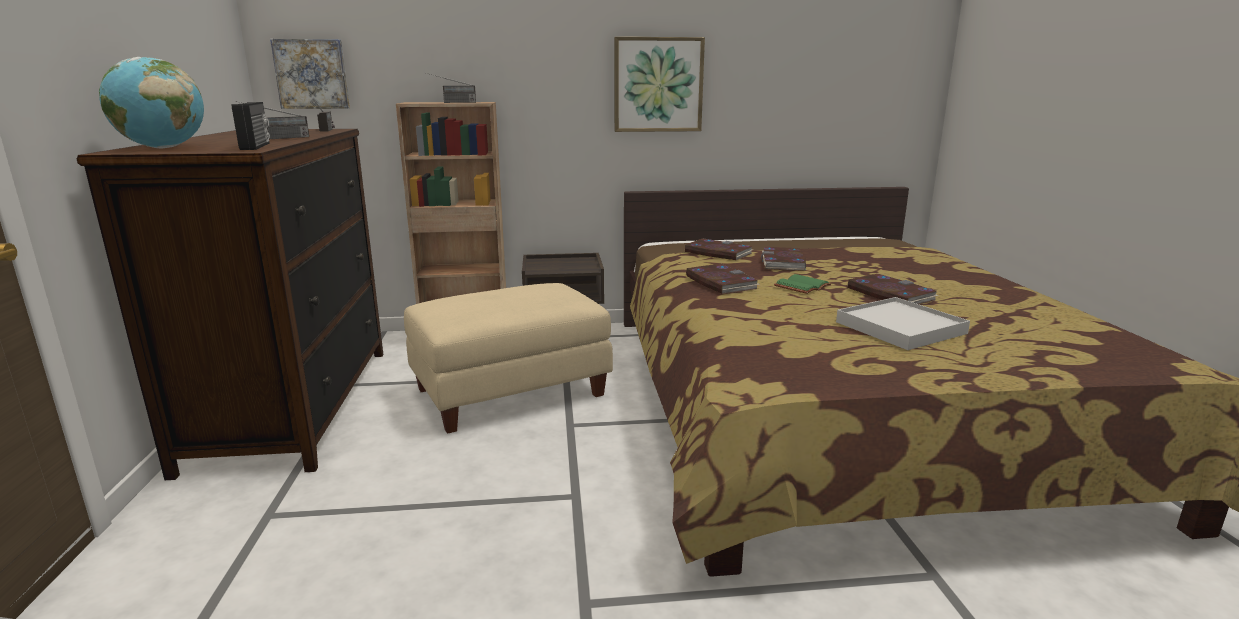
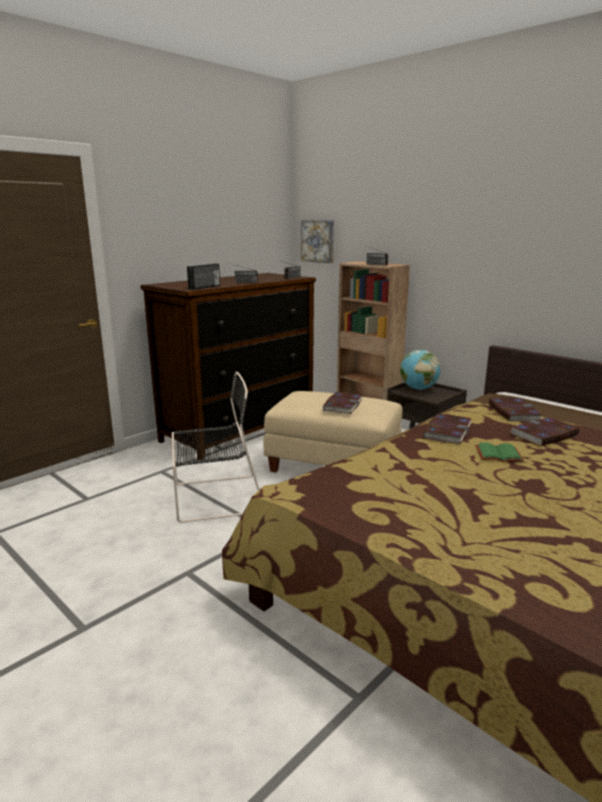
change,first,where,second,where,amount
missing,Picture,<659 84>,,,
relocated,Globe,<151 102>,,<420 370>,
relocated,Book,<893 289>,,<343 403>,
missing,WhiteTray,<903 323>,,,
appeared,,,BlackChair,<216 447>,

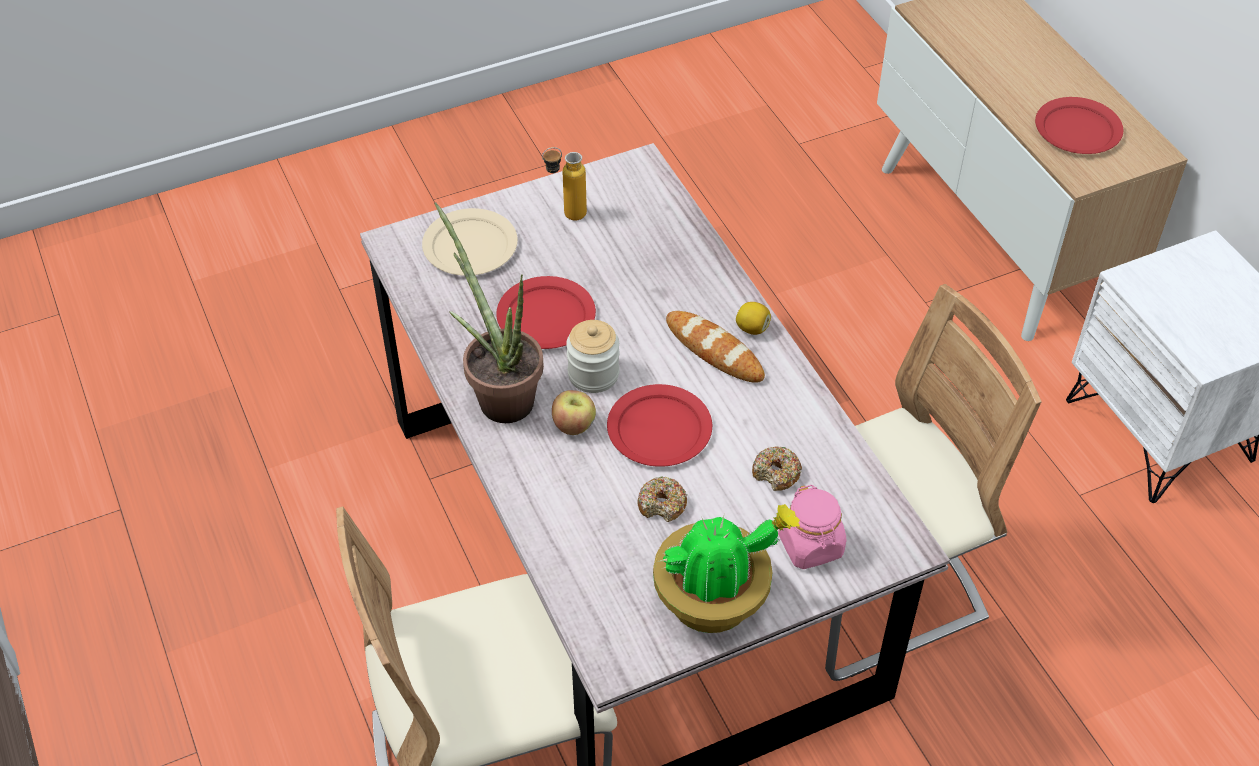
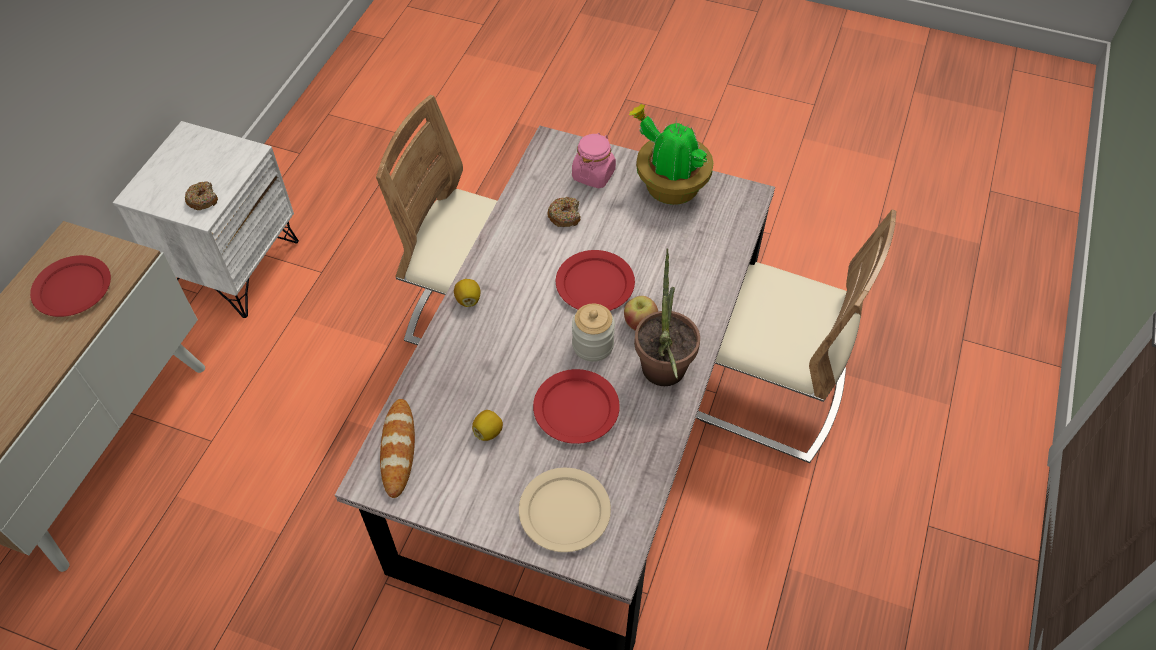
change,first,where,second,where,amount
missing,Bottle,<564 184>,,,
relocated,Bread,<715 347>,,<397 448>,
relocated,Donut,<662 499>,,<201 195>,
appeared,,,Lemon,<487 425>,

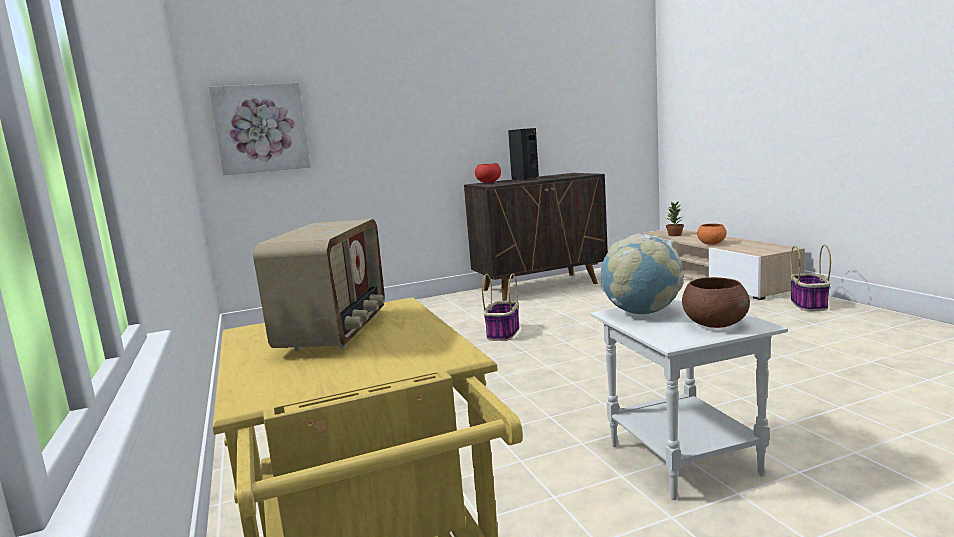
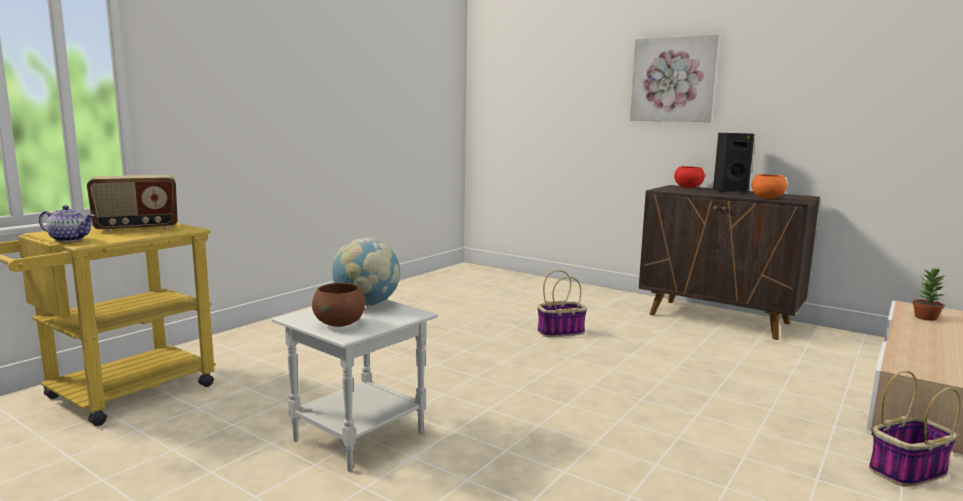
change,first,where,second,where,amount
relocated,Picture,<260 129>,,<674 78>,
relocated,OrangeBowl,<712 234>,,<769 186>,
appeared,,,Teapot,<67 223>,

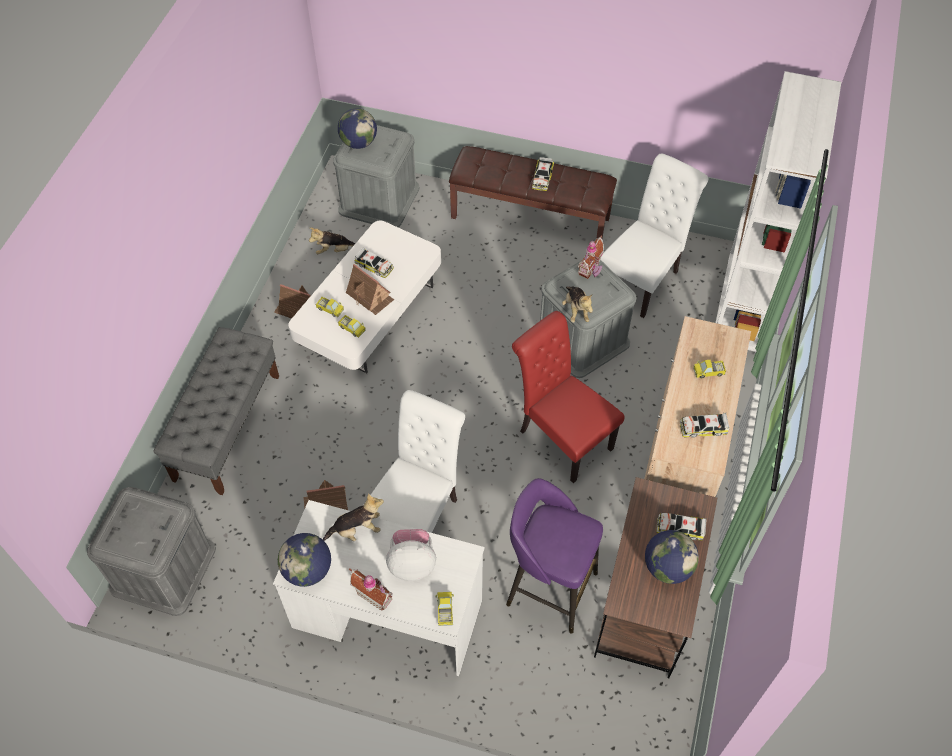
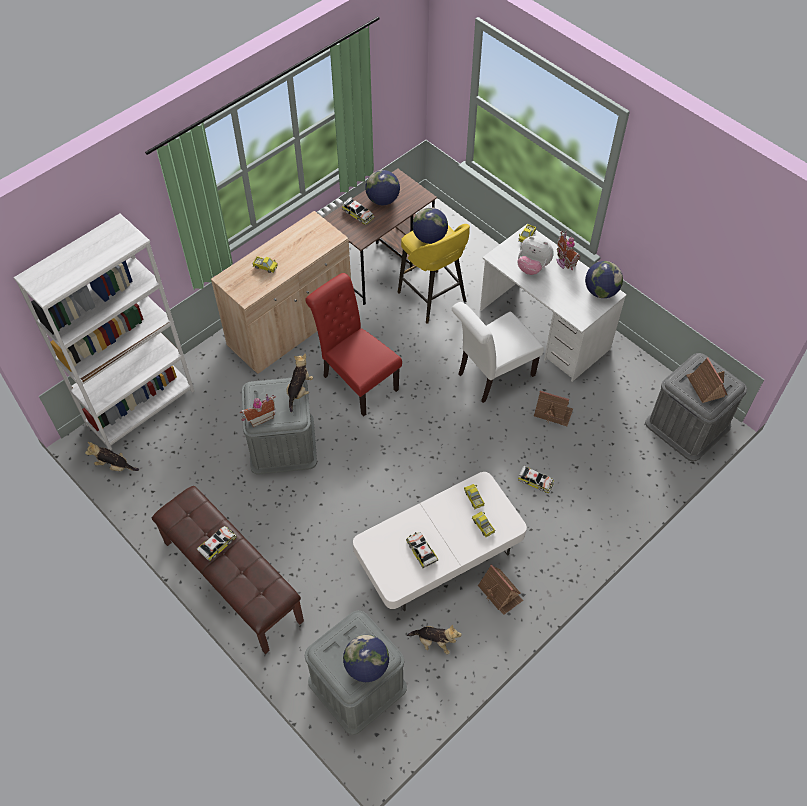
change,first,where,second,where,amount
missing,WhiteChair,<654 235>,,,
relocated,ToyHouse,<370 289>,,<706 380>,
spun,RedChair,<568 397>,,<353 345>,150 degrees clockwise
missing,GreyBench,<216 411>,,,
relocated,ToyCar,<705 425>,,<536 479>,
colour,PurpleStool,<554 556>,YellowStool,<434 274>,
relocated,PlushToy,<353 517>,,<112 456>,
appeared,,,Globe,<430 225>,

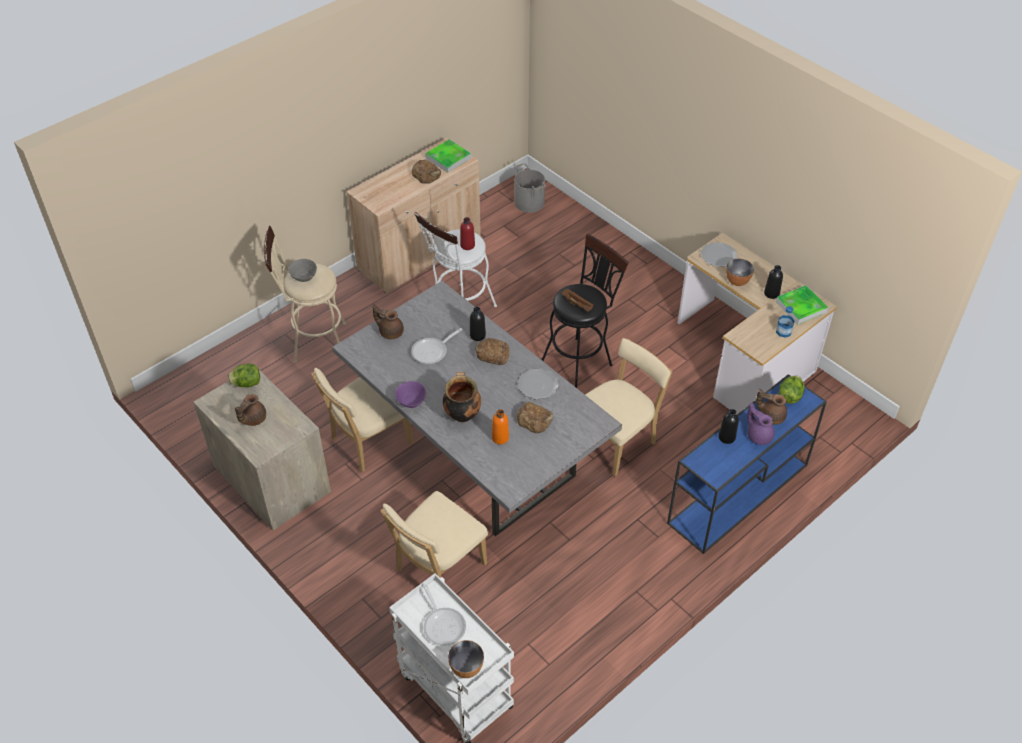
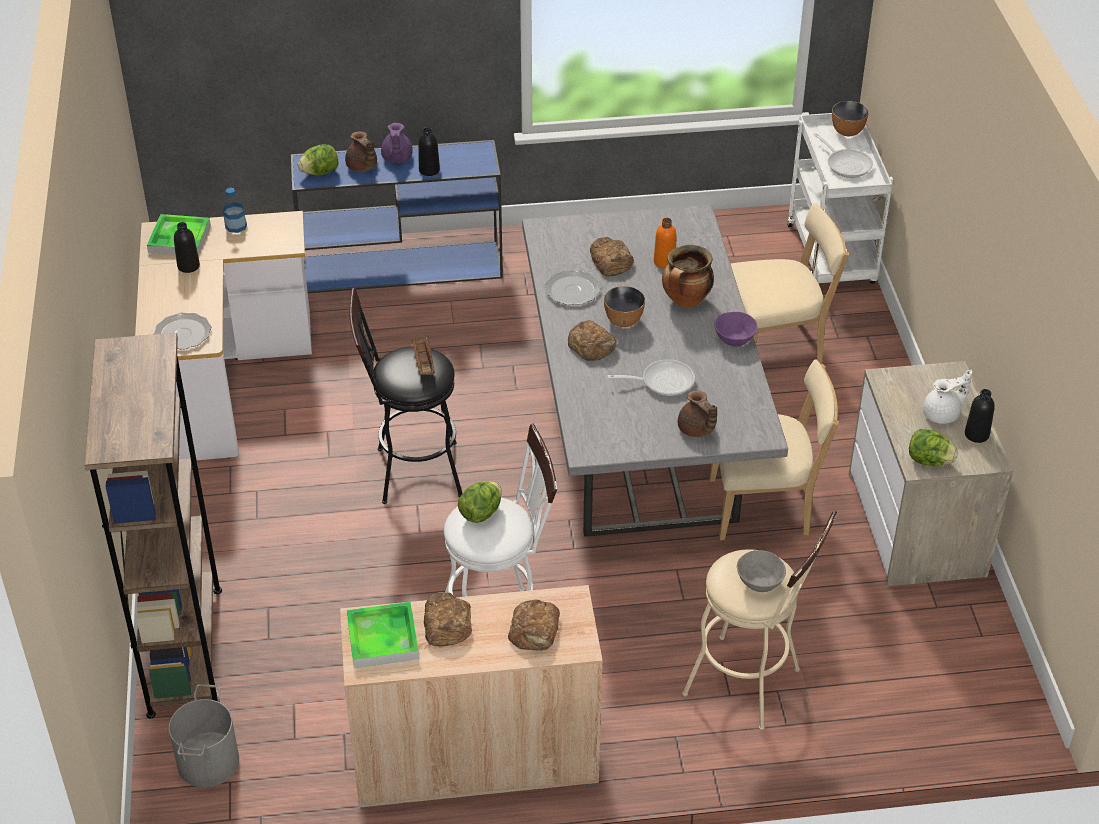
change,first,where,second,where,amount
exchanged,RedBottle,<467 233>,Lettuce,<480 502>,
relocated,Bowl,<740 272>,,<624 306>,
relocated,BlackBottle,<478 324>,,<980 416>,
missing,BeigeChair,<628 407>,,,
colour,BrownTeapot,<250 410>,WhiteTeapot,<947 397>,
spun,FryingPan,<444 615>,,<843 155>,135 degrees clockwise
appeared,,,BrownBookcase,<153 526>,
appeared,,,Bread,<534 625>,

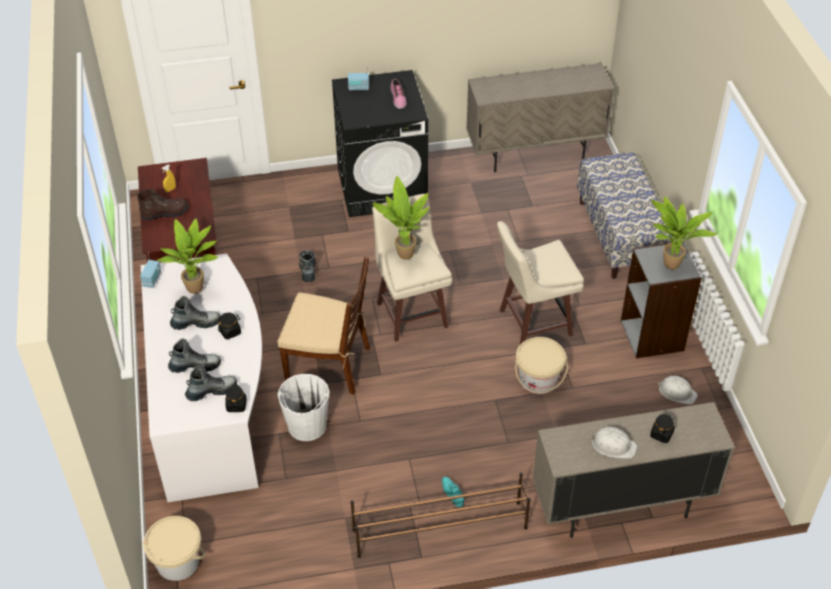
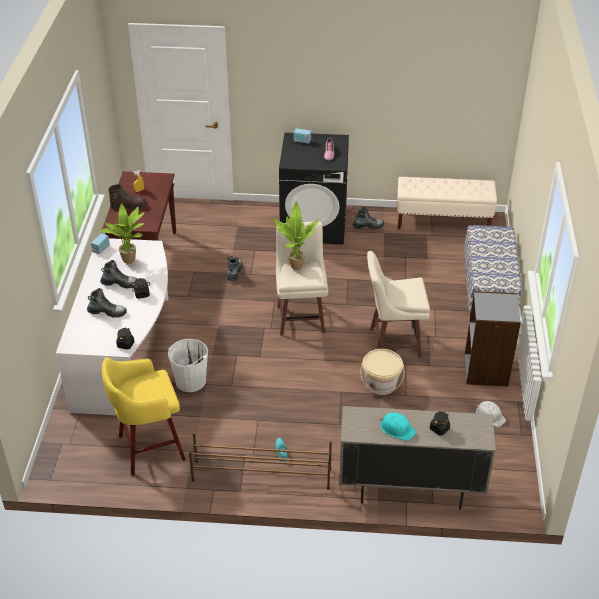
change,first,where,second,where,amount
exchanged,BeigeCabinet,<540 118>,BeigeBench,<447 203>,
missing,PottedPlant,<684 233>,,,
missing,BrownChair,<323 325>,,,
relocated,Boot,<211 383>,,<368 218>,
colour,WhiteHardHat,<613 443>,TurquoiseHardHat,<398 427>,
missing,BeigeBucket,<174 548>,,,
appeared,,,YellowStool,<144 416>,

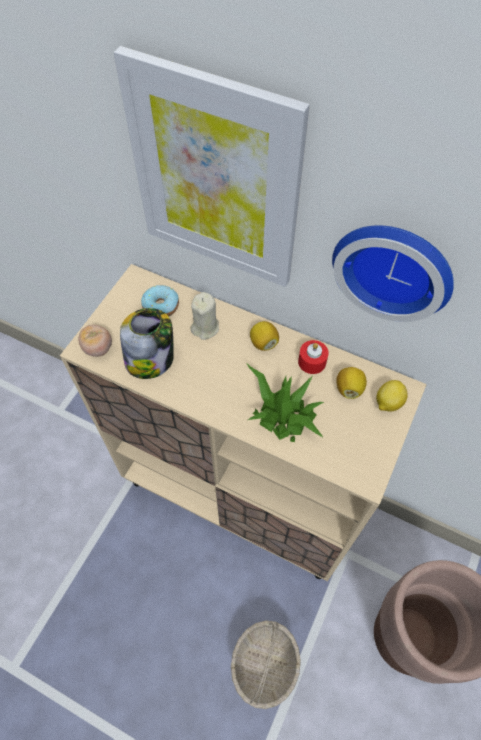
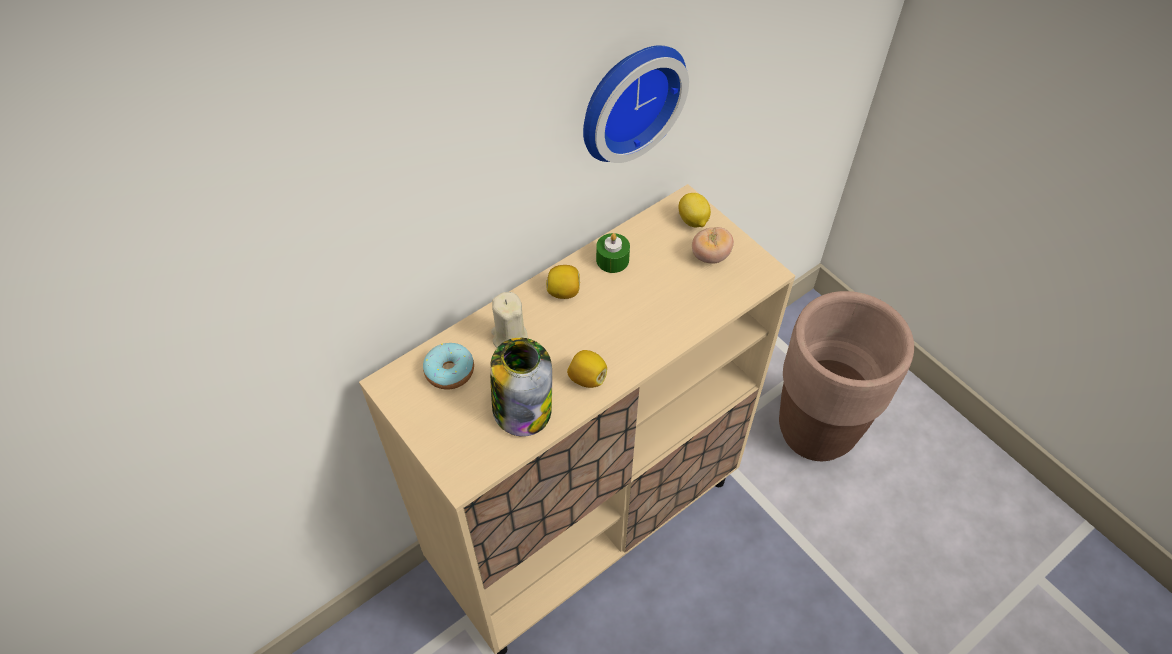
change,first,where,second,where,amount
missing,Picture,<212 166>,,,
relocated,Tomato,<95 341>,,<713 245>,
colour,RedCandle,<313 357>,GreenCandle,<613 253>,
missing,PottedPlant,<285 402>,,,
relocated,Lemon,<351 383>,,<587 369>,
missing,Basket,<266 664>,,,

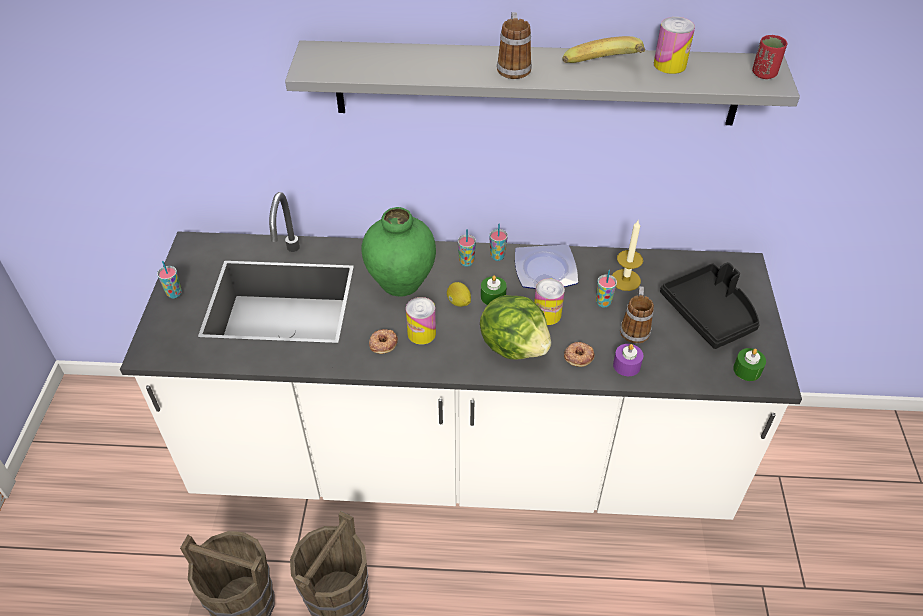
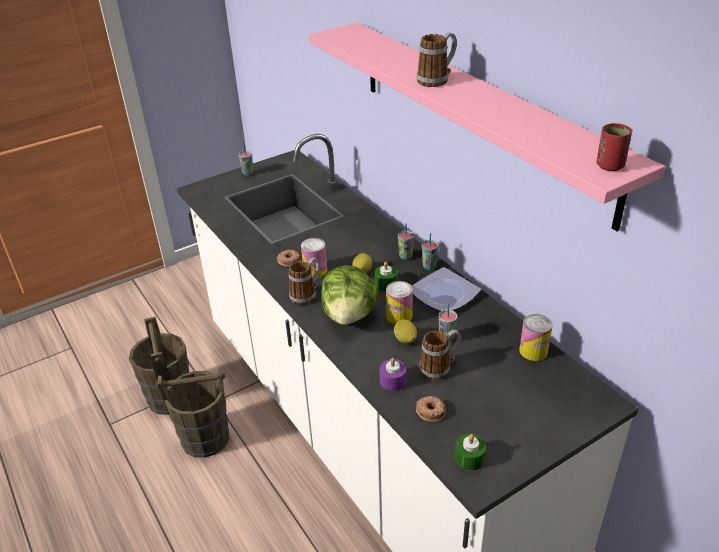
change,first,where,second,where,amount
relocated,Can,<674 45>,,<536 337>,
missing,Banana,<604 49>,,,
colour,GreyShelf,<542 82>,PinkShelf,<487 126>,
missing,GreenVase,<398 252>,,,
missing,Candle,<627 255>,,,
missing,BlackTray,<710 305>,,,
relocated,Donut,<579 354>,,<431 409>,
appeared,,,Mug,<304 281>,
appeared,,,Lemon,<405 331>,

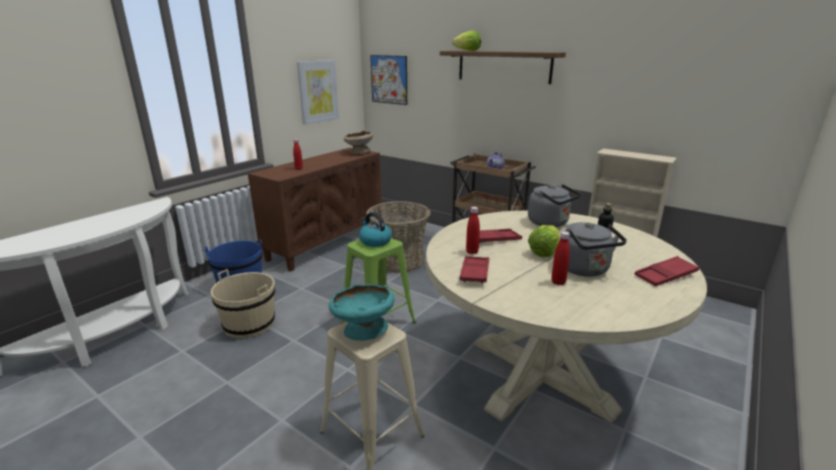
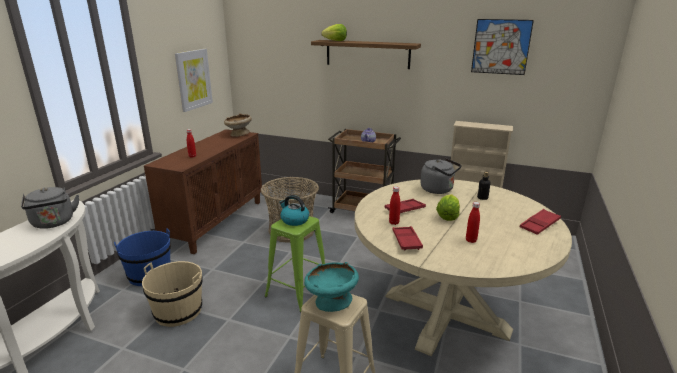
change,first,where,second,where,amount
relocated,Picture,<388 80>,,<502 47>,
relocated,GreyKettle,<596 249>,,<50 208>,

